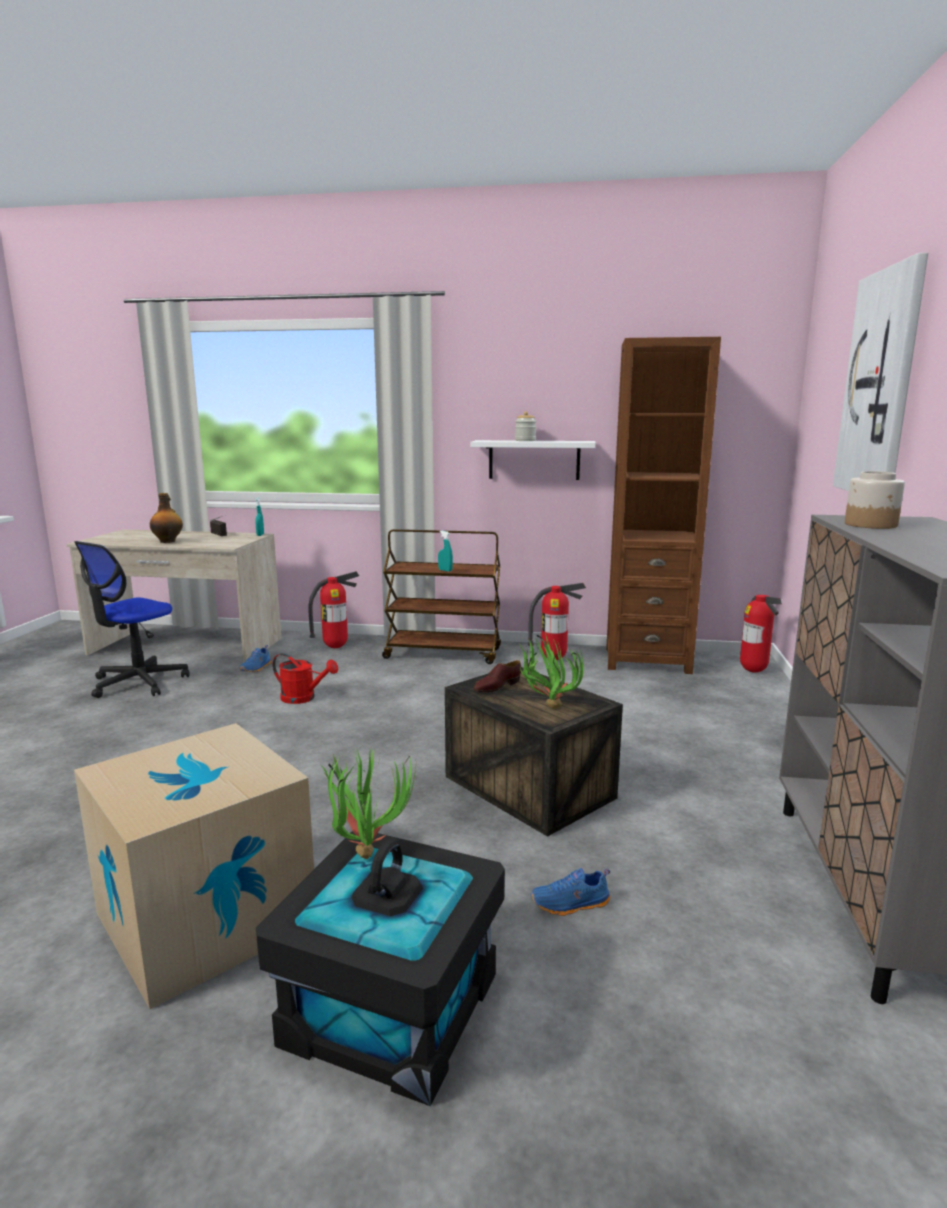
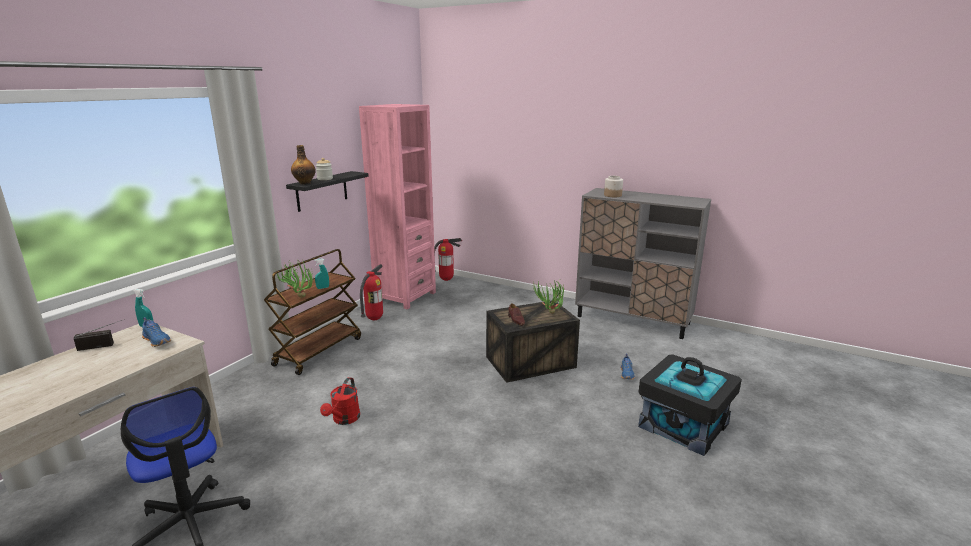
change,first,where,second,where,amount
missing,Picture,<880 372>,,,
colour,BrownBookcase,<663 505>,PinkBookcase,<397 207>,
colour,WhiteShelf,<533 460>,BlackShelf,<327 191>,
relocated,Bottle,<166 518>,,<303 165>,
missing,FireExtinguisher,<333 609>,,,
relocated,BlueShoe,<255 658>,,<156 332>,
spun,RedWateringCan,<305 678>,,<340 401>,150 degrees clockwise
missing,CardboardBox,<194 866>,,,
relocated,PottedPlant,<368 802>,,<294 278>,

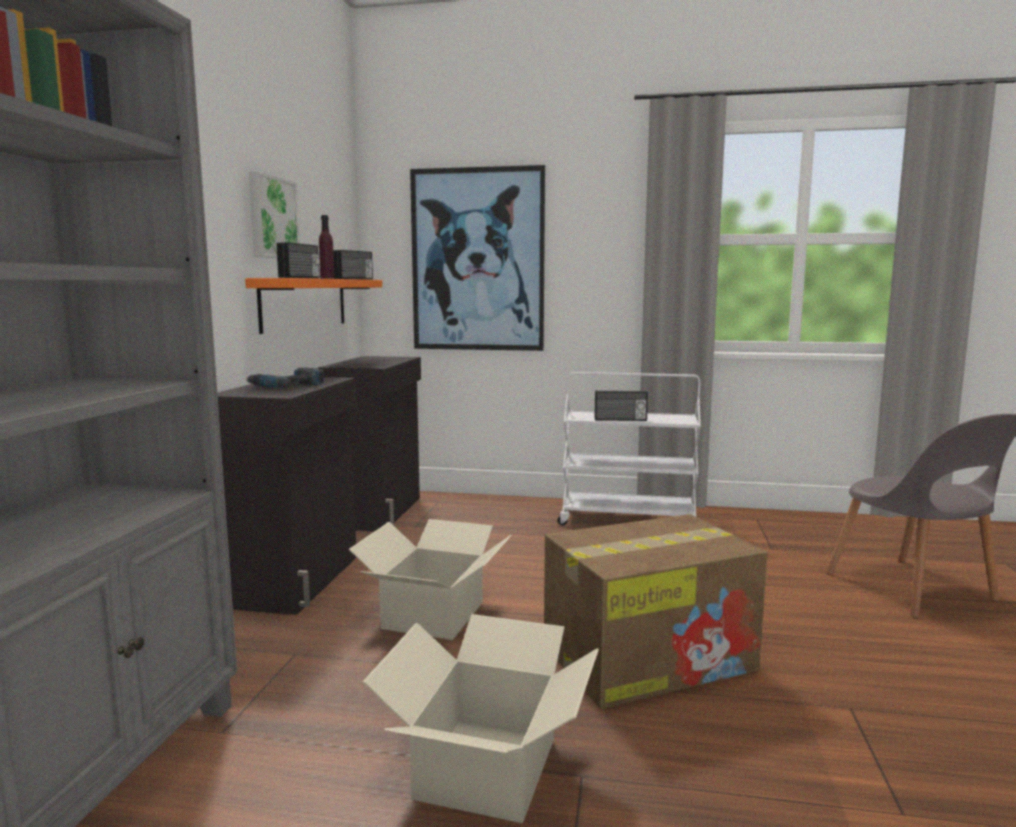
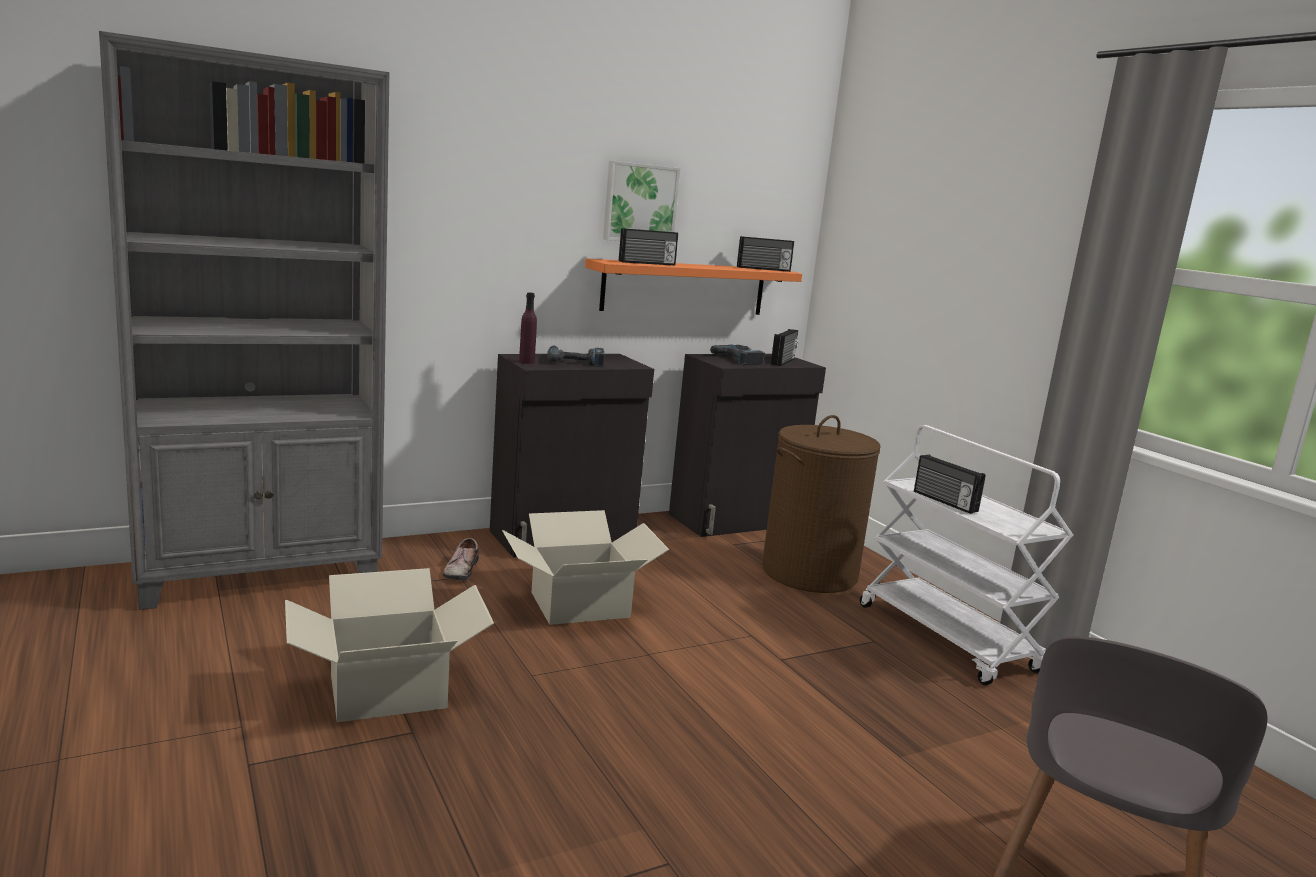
change,first,where,second,where,amount
missing,Picture,<477 258>,,,
relocated,PurpleBottle,<326 247>,,<528 328>,
missing,CardboardBox,<655 611>,,,
appeared,,,Radio,<784 347>,
appeared,,,PowerDrill,<737 355>,
appeared,,,BrownLaundryBasket,<821 504>,
appeared,,,Shoe,<461 559>,

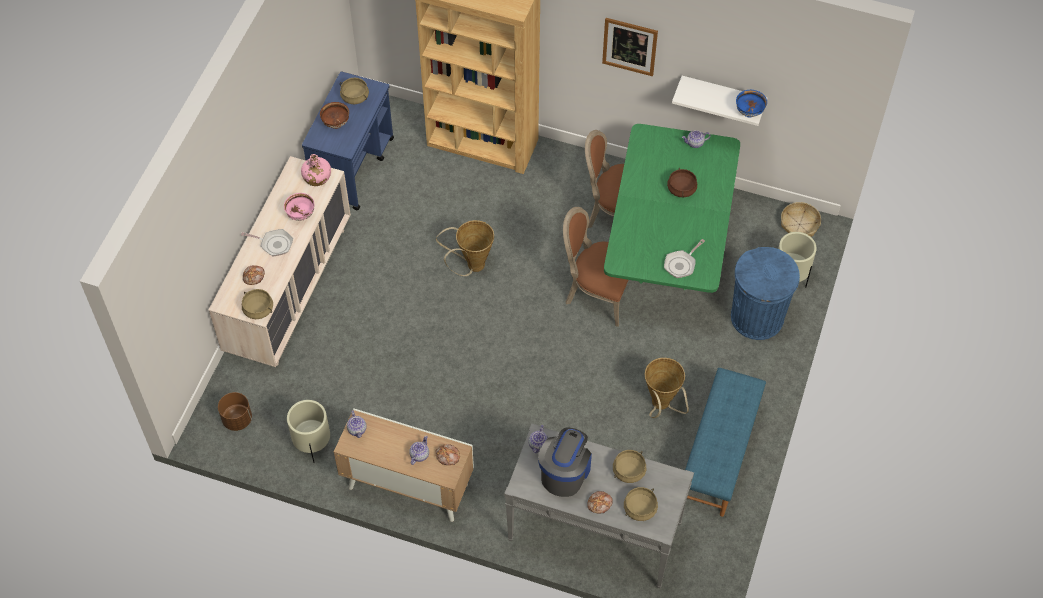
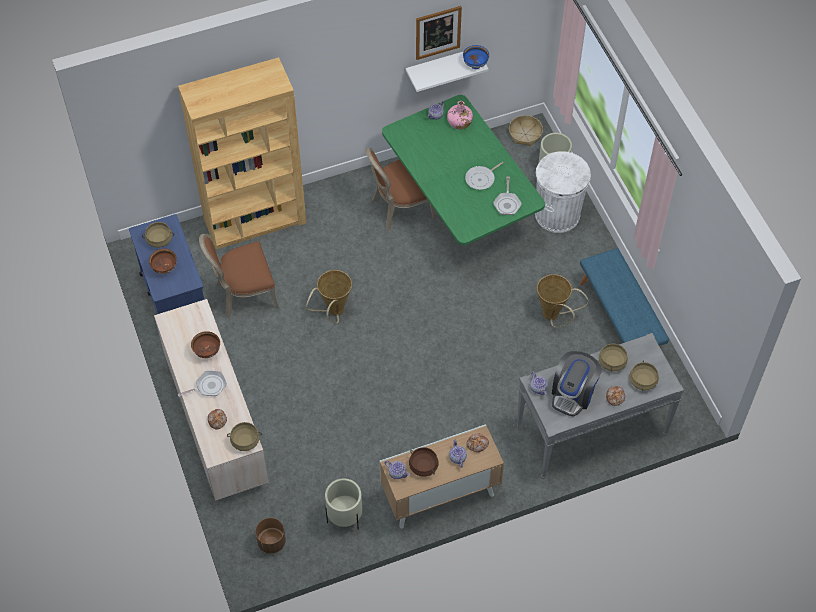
change,first,where,second,where,amount
relocated,Picture,<630 47>,,<439 33>,
relocated,PinkBottle,<316 170>,,<460 115>,
relocated,BrownCookingPot,<682 183>,,<423 462>,
colour,PinkBowl,<299 207>,BrownBowl,<205 344>,
relocated,BrownChair,<595 267>,,<239 276>,
colour,BlueTrashCan,<765 293>,WhiteTrashCan,<563 192>,
spun,CoffeeMachine,<565 462>,,<577 384>,135 degrees counterclockwise
appeared,,,FryingPan,<484 176>,

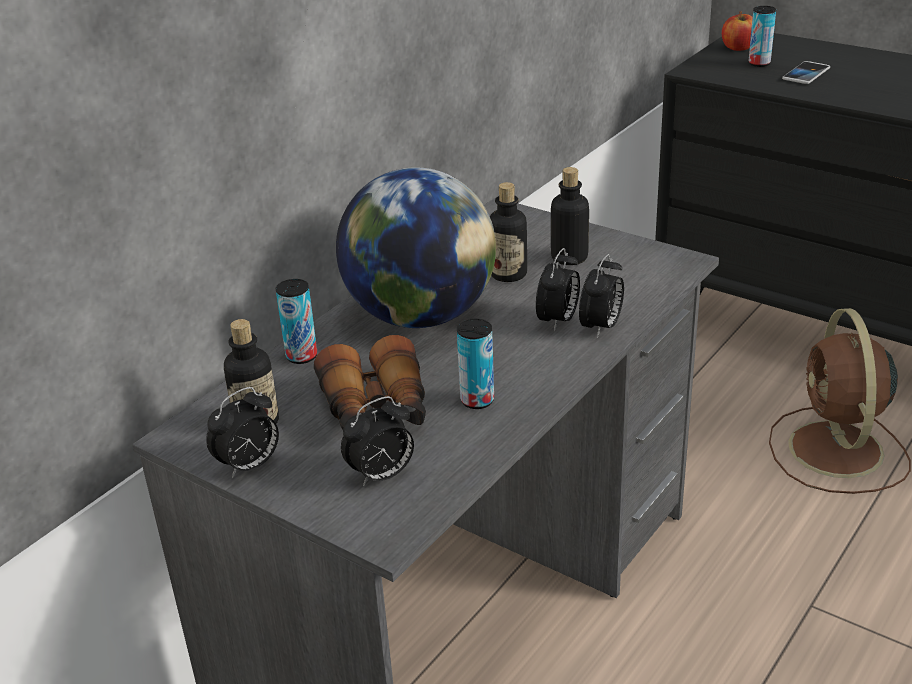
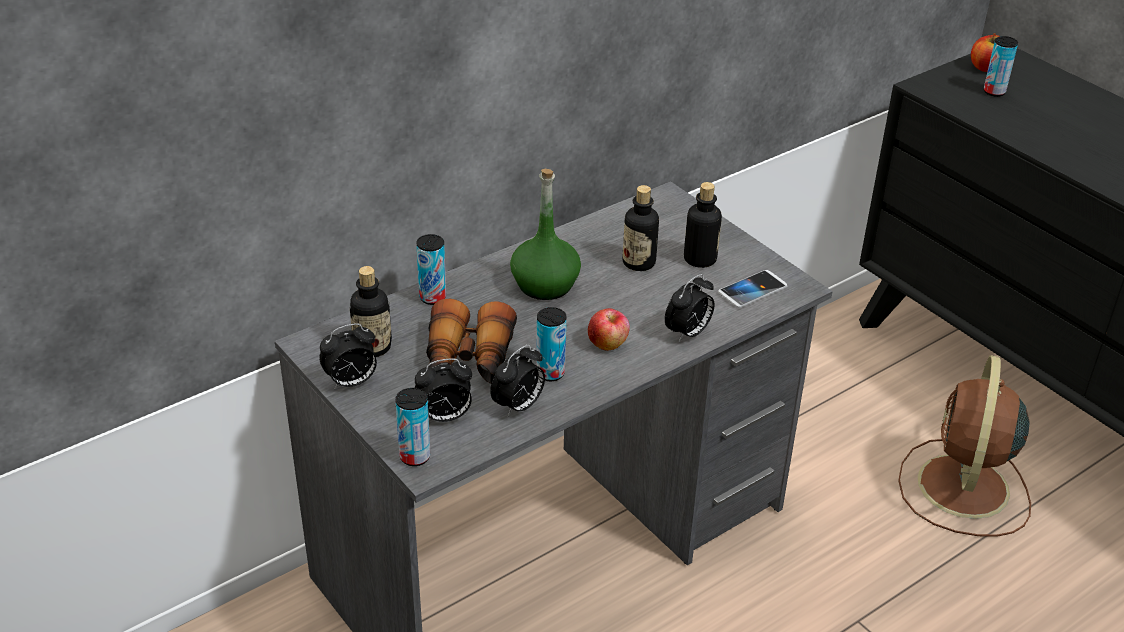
change,first,where,second,where,amount
relocated,Phone,<806 72>,,<752 289>,
exchanged,Globe,<416 247>,GreenBottle,<545 234>,
relocated,AlarmClock,<558 289>,,<517 381>,
appeared,,,Apple,<609 329>,
appeared,,,Can,<412 427>,

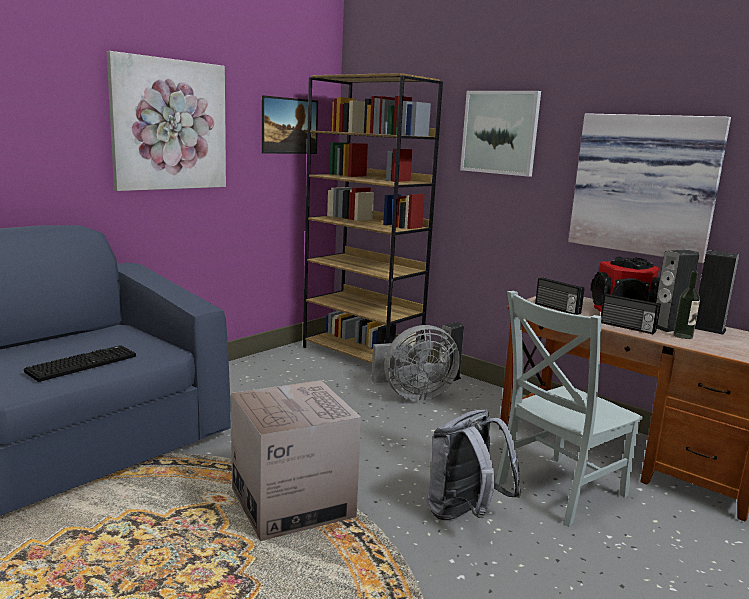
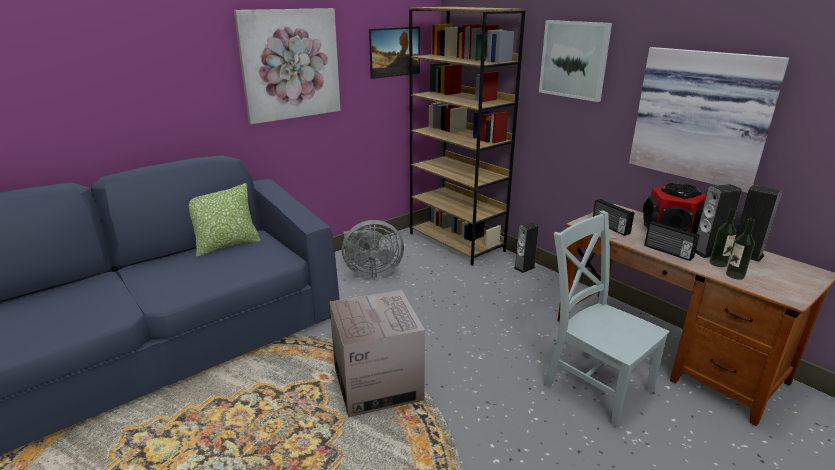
change,first,where,second,where,amount
spun,GreyChair,<569 409>,,<606 319>,75 degrees clockwise
relocated,GreyFan,<415 363>,,<373 249>,
missing,Keyboard,<80 363>,,,
missing,GreyBackpack,<474 464>,,,
appeared,,,Pillow,<225 220>,
appeared,,,Bottle,<740 249>,

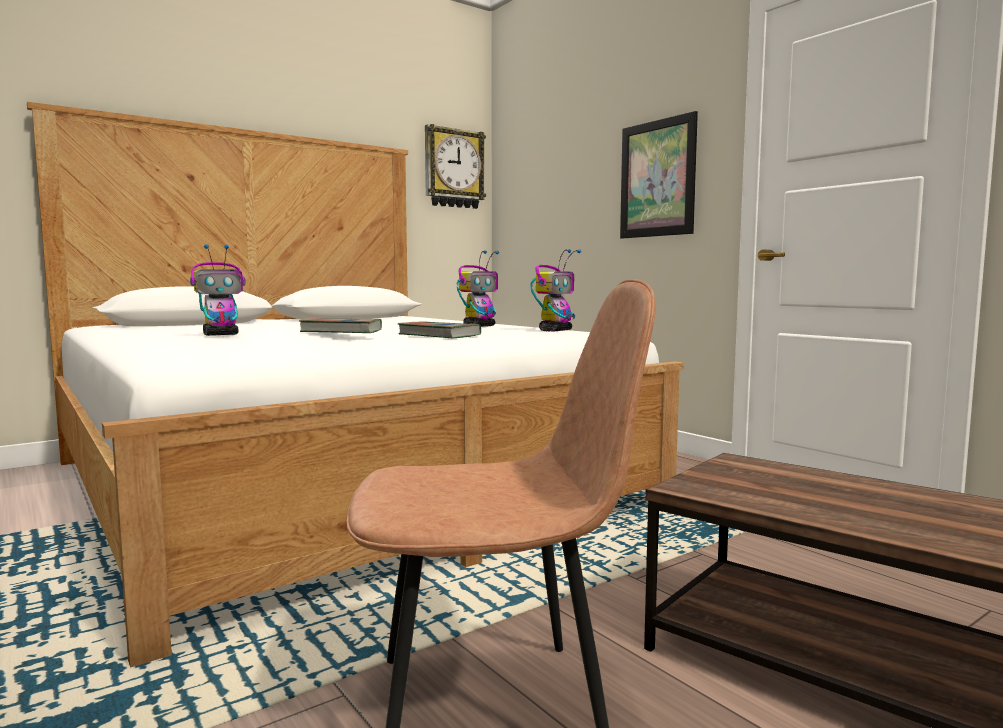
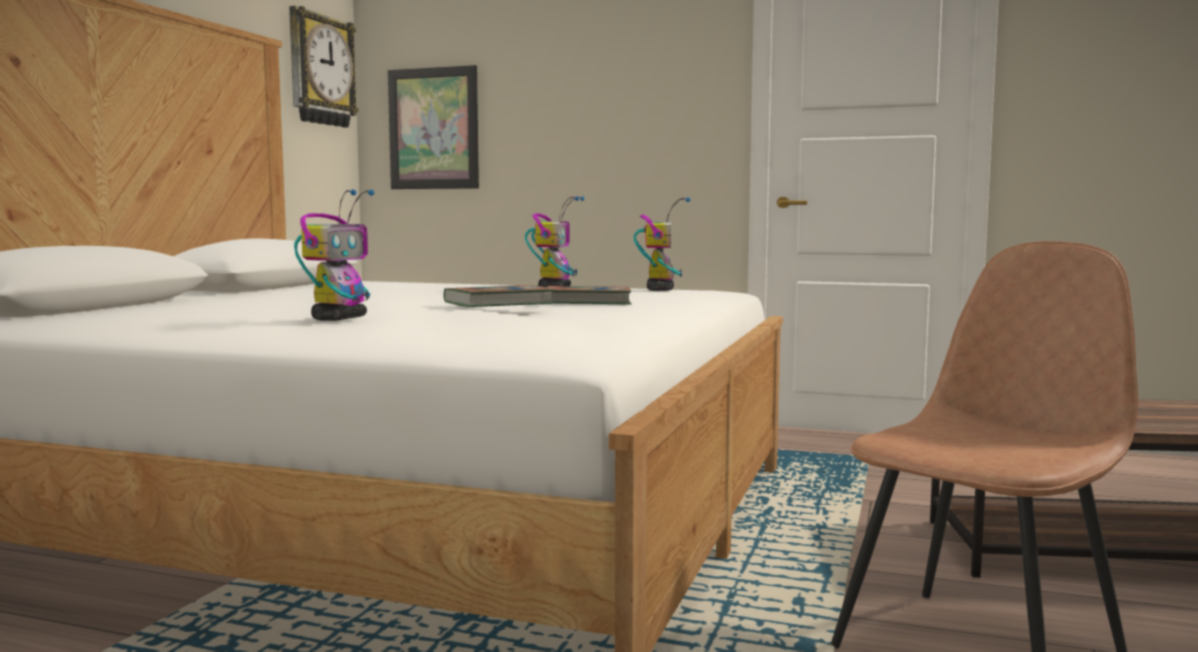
change,first,where,second,where,amount
relocated,Picture,<659 175>,,<433 127>,

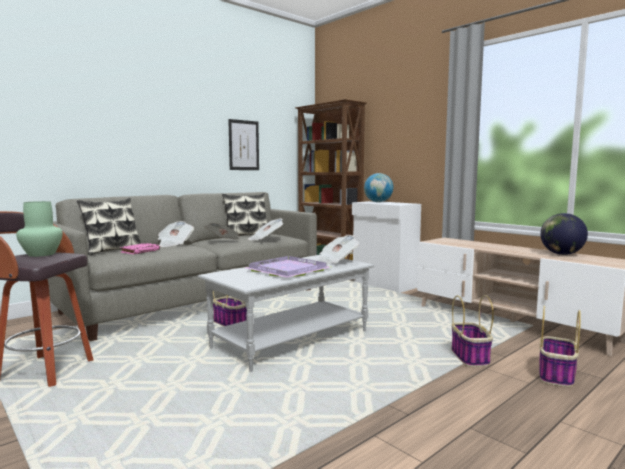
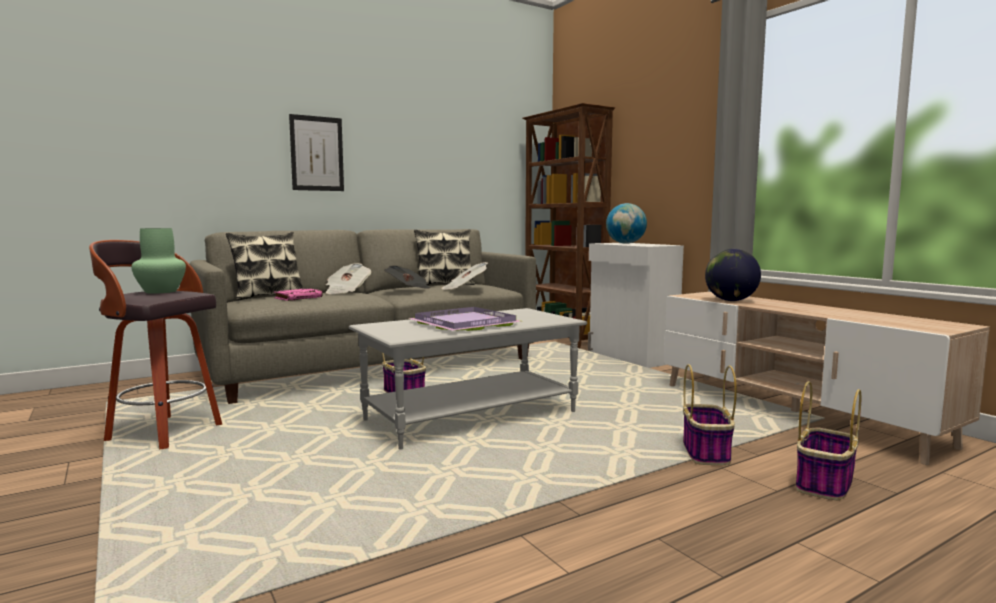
change,first,where,second,where,amount
relocated,Picture,<243 144>,,<316 152>,
relocated,Globe,<564 234>,,<733 275>,
missing,Newspaper,<337 249>,,,

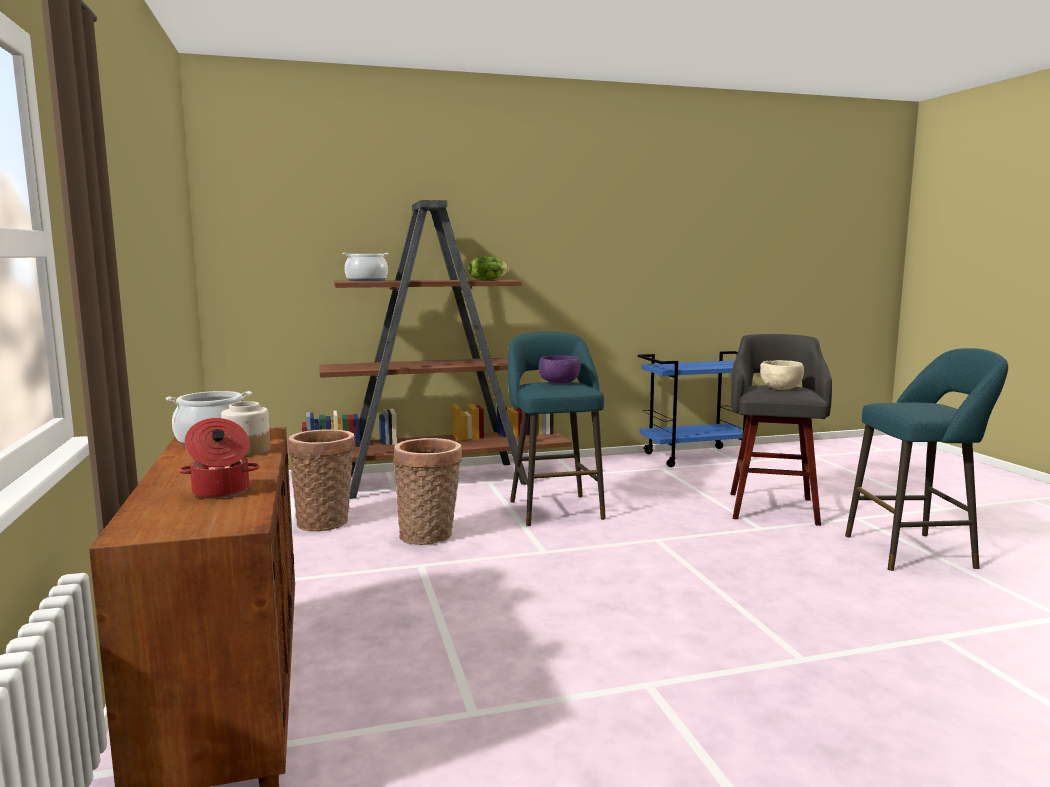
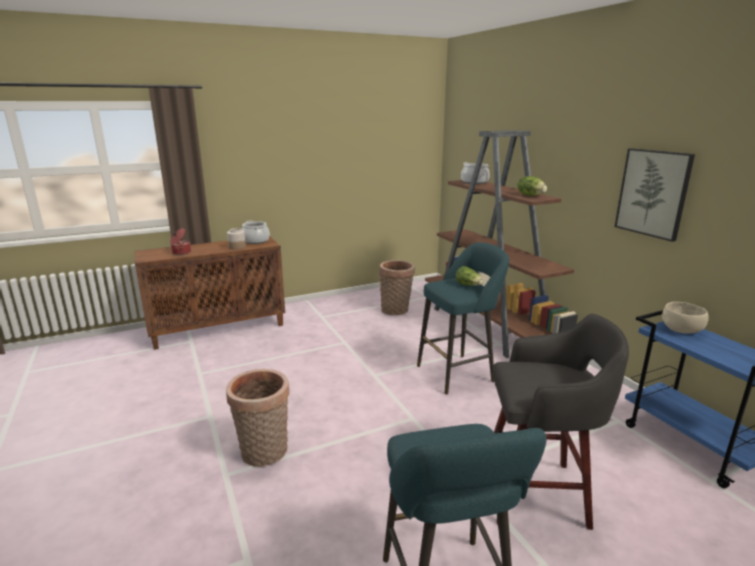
change,first,where,second,where,amount
exchanged,PurpleBowl,<560 369>,Lettuce,<469 276>,
relocated,BeigeBowl,<782 375>,,<685 318>,
relocated,Basket,<427 491>,,<257 418>,
appeared,,,Picture,<655 195>,

